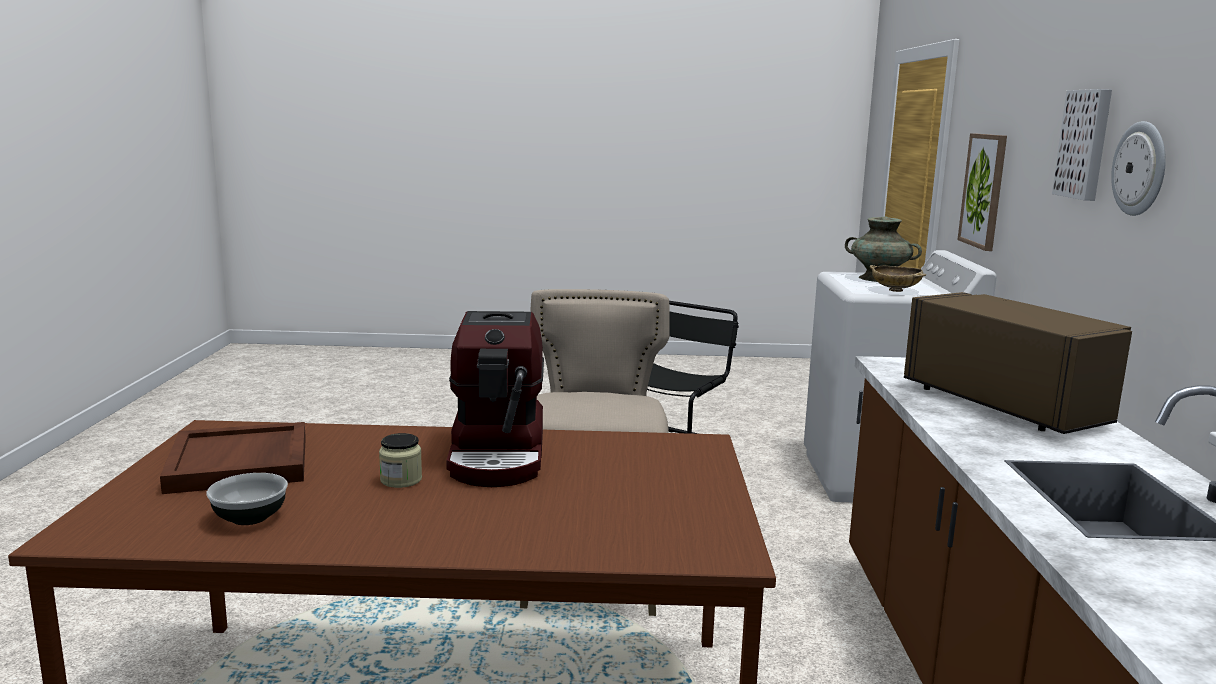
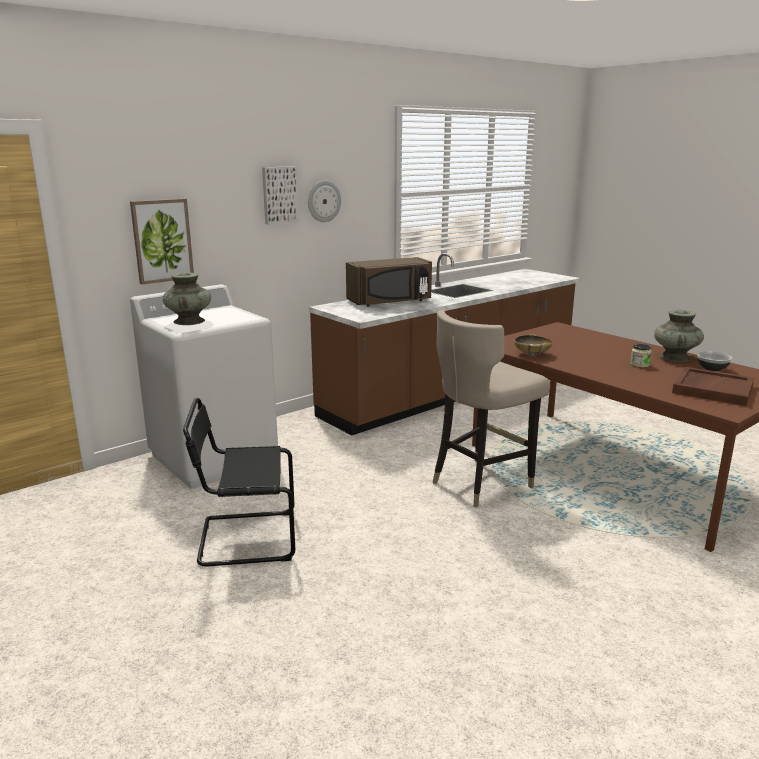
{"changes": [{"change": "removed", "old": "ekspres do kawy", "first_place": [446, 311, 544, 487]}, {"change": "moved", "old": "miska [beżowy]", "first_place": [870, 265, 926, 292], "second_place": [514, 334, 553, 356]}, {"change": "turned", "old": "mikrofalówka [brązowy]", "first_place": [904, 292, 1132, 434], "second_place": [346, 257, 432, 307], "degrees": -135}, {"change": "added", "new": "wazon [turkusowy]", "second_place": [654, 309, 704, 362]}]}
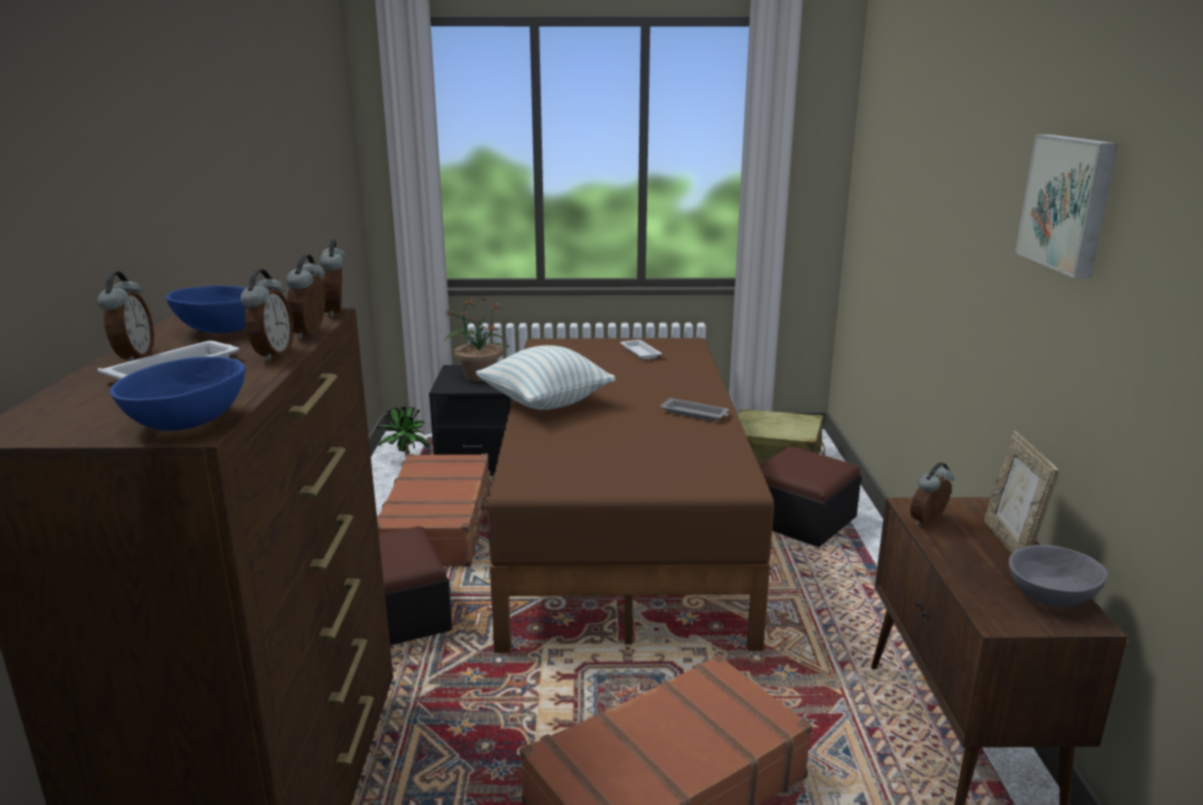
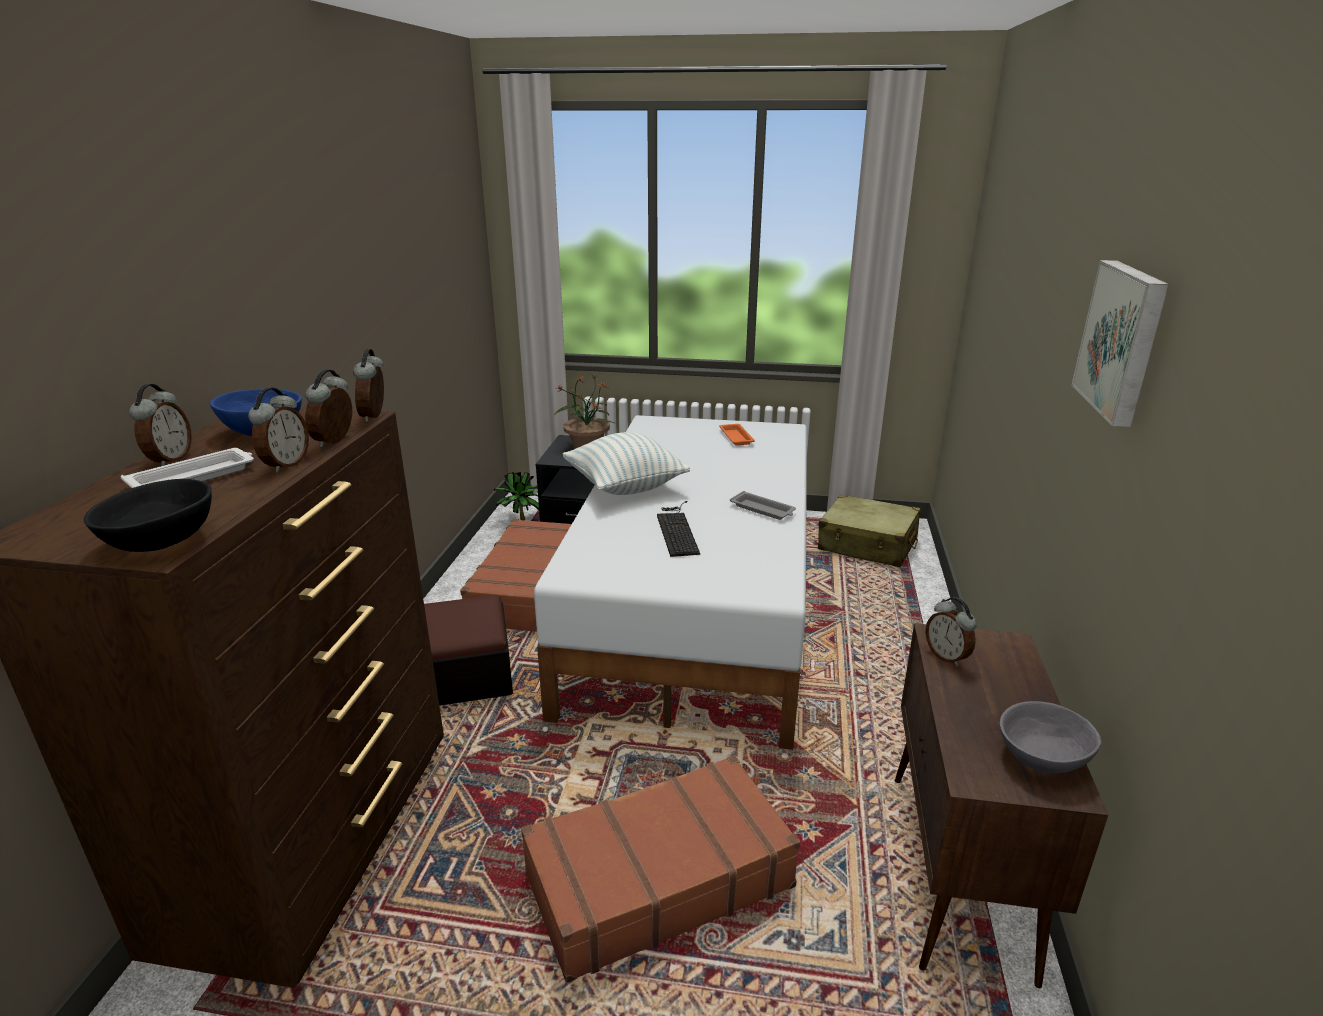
{"changes": [{"change": "recoloured", "old": "miska [niebieski]", "new": "miska [czarny]", "first_place": [110, 356, 245, 431], "second_place": [84, 479, 212, 552]}, {"change": "recoloured", "old": "łóżko [brązowy]", "new": "łóżko [biały]", "first_place": [487, 338, 774, 653], "second_place": [534, 415, 807, 750]}, {"change": "recoloured", "old": "taca [biały]", "new": "taca [pomarańczowy]", "first_place": [620, 340, 662, 360], "second_place": [719, 424, 755, 445]}, {"change": "removed", "old": "pufa", "first_place": [759, 446, 861, 547]}, {"change": "turned", "old": "budzik", "first_place": [910, 462, 954, 526], "second_place": [925, 597, 977, 666], "degrees": -90}, {"change": "removed", "old": "ramka na zdjęcie", "first_place": [984, 431, 1059, 554]}, {"change": "added", "new": "klawiatura", "second_place": [657, 501, 700, 557]}]}
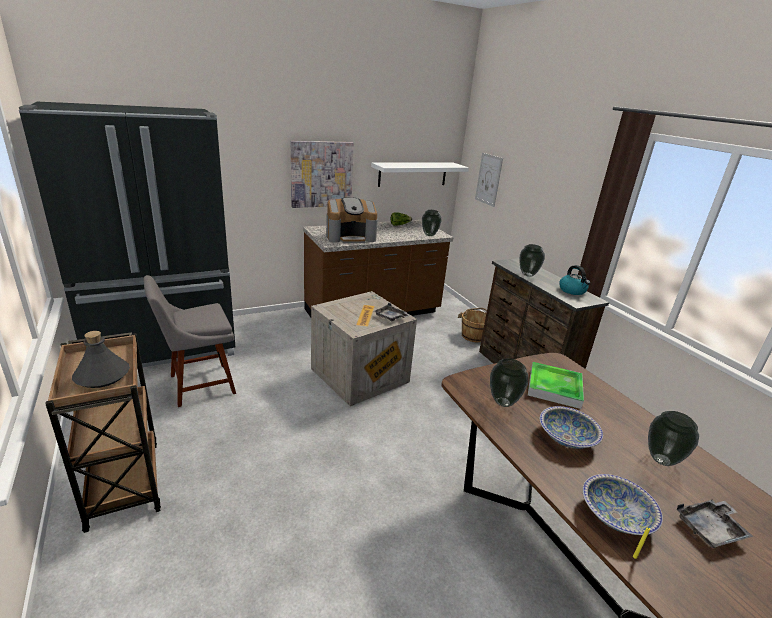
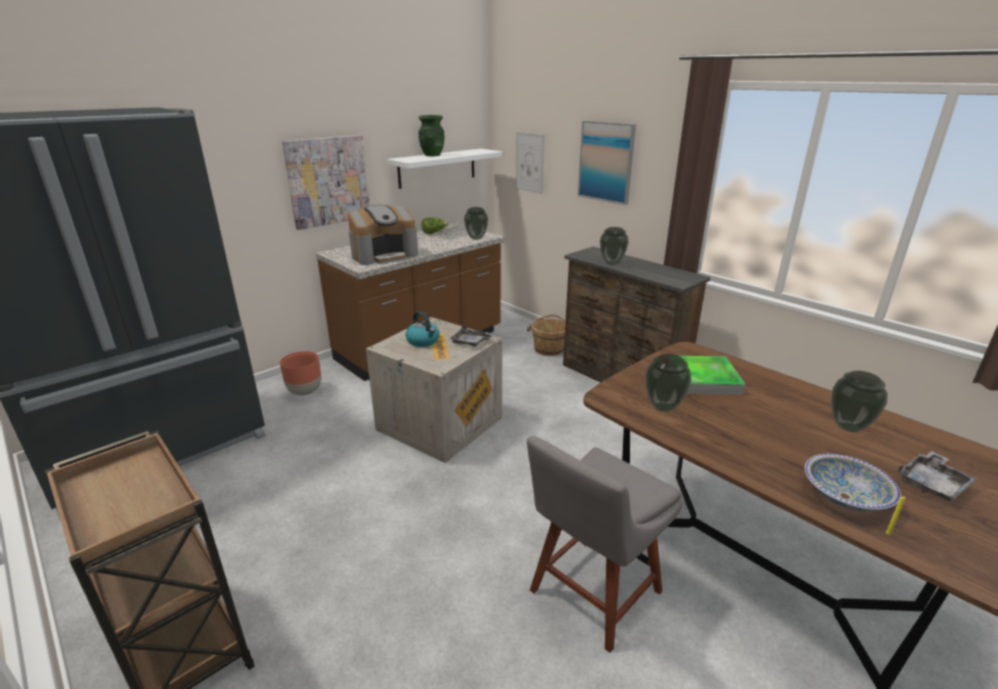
{"changes": [{"change": "removed", "old": "butelka [szary]", "first_place": [72, 331, 130, 388]}, {"change": "moved", "old": "krzesło [szary]", "first_place": [143, 275, 236, 407], "second_place": [527, 436, 682, 653]}, {"change": "removed", "old": "miska", "first_place": [540, 406, 603, 449]}, {"change": "moved", "old": "czajnik", "first_place": [559, 265, 590, 295], "second_place": [405, 311, 439, 347]}, {"change": "added", "new": "donica [brązowy]", "second_place": [280, 351, 321, 395]}, {"change": "added", "new": "wazon [zielony]", "second_place": [419, 115, 444, 156]}, {"change": "added", "new": "obraz", "second_place": [578, 121, 636, 205]}]}
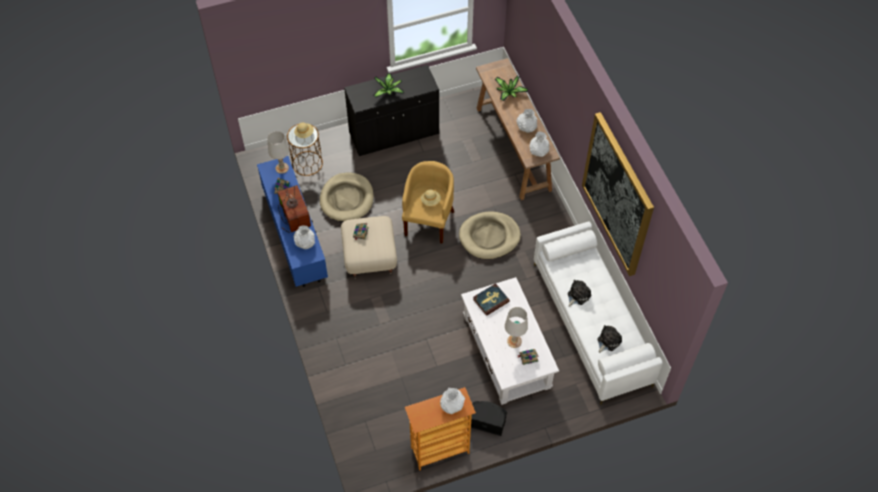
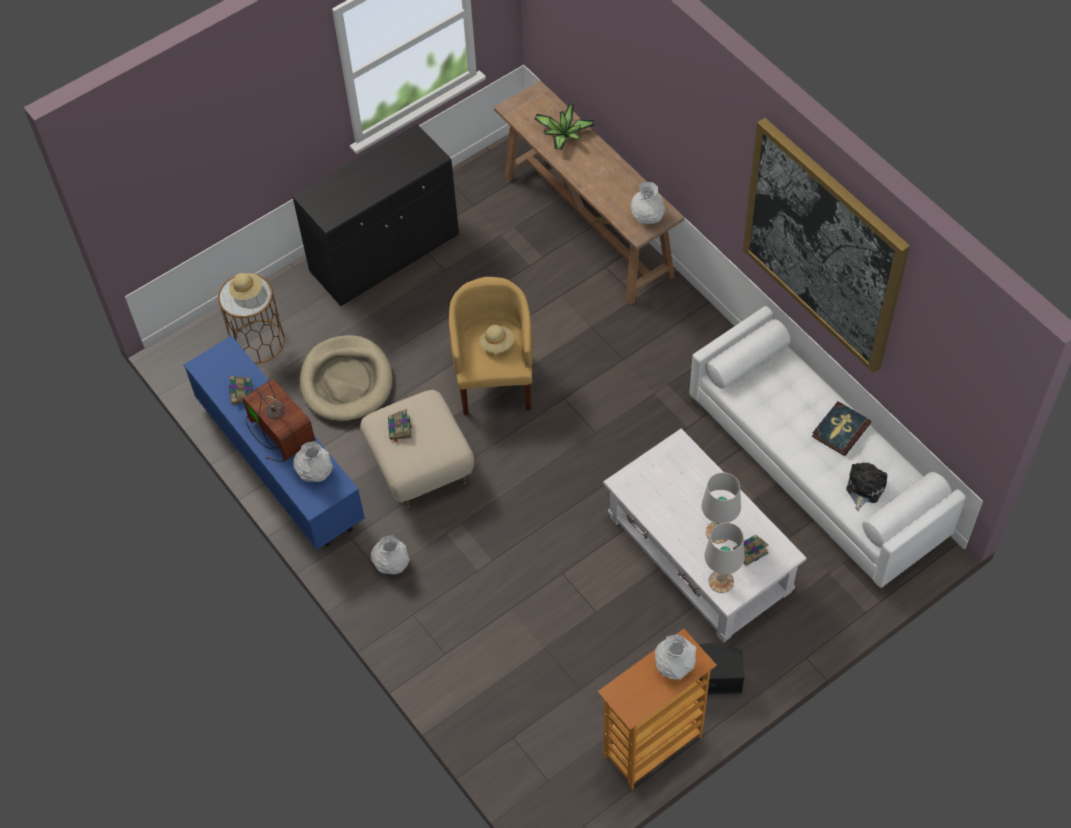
{"changes": [{"change": "moved", "old": "lampa stołowa [biały]", "first_place": [267, 131, 289, 174], "second_place": [704, 522, 745, 593]}, {"change": "removed", "old": "roślina doniczkowa", "first_place": [373, 73, 404, 98]}, {"change": "removed", "old": "legowisko [beżowy]", "first_place": [459, 211, 521, 259]}, {"change": "moved", "old": "książka", "first_place": [473, 283, 510, 316], "second_place": [812, 401, 871, 456]}, {"change": "moved", "old": "wazon [biały]", "first_place": [517, 109, 537, 133], "second_place": [371, 535, 410, 575]}, {"change": "removed", "old": "pluszak", "first_place": [568, 280, 591, 307]}]}
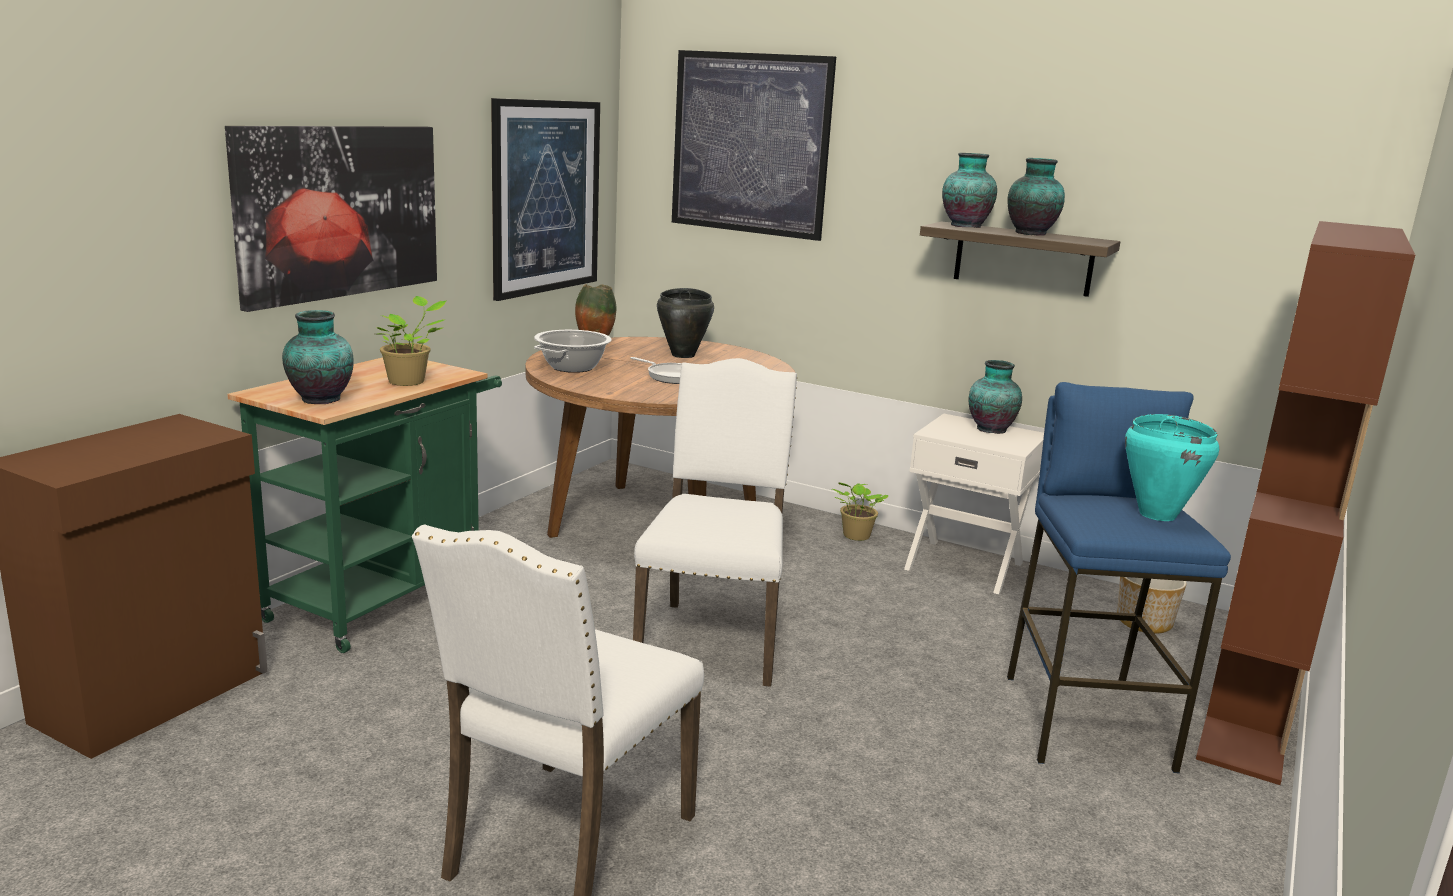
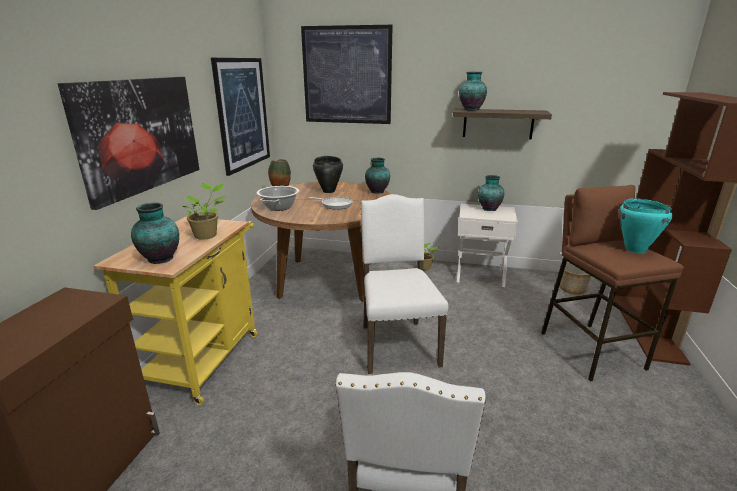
{"changes": [{"change": "recoloured", "old": "wózek [zielony]", "new": "wózek [żółty]", "first_place": [227, 357, 502, 653], "second_place": [94, 217, 258, 405]}, {"change": "recoloured", "old": "stołek [niebieski]", "new": "stołek [brązowy]", "first_place": [1007, 382, 1231, 773], "second_place": [541, 185, 684, 381]}, {"change": "moved", "old": "wazon", "first_place": [1008, 158, 1065, 236], "second_place": [365, 158, 390, 194]}]}
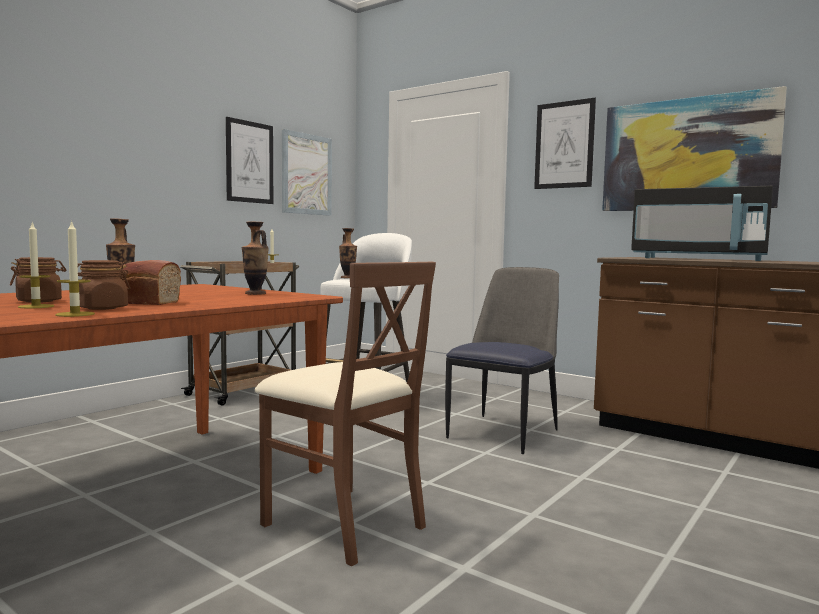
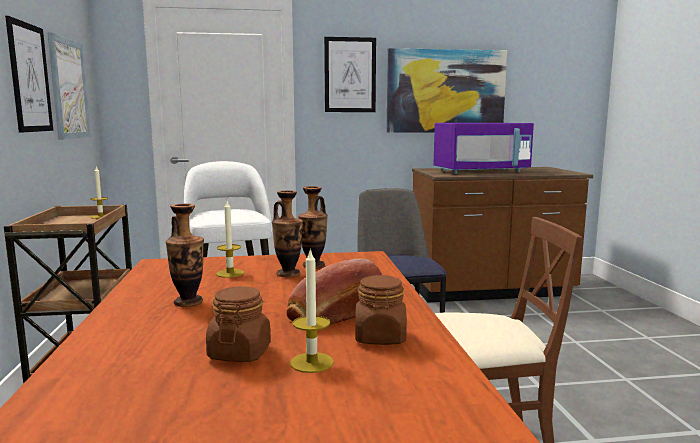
{"changes": [{"change": "moved", "old": "świeca", "first_place": [55, 220, 95, 317], "second_place": [216, 201, 244, 278]}, {"change": "moved", "old": "wazon", "first_place": [339, 228, 357, 278], "second_place": [272, 190, 303, 277]}, {"change": "recoloured", "old": "mikrofalówka [czarny]", "new": "mikrofalówka [fioletowy]", "first_place": [631, 186, 773, 261], "second_place": [433, 123, 534, 174]}]}
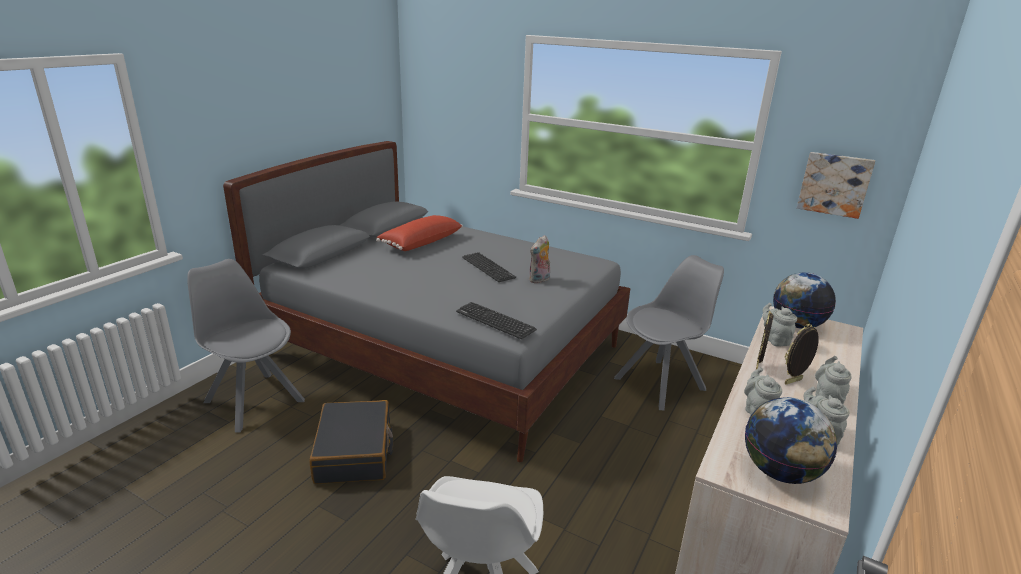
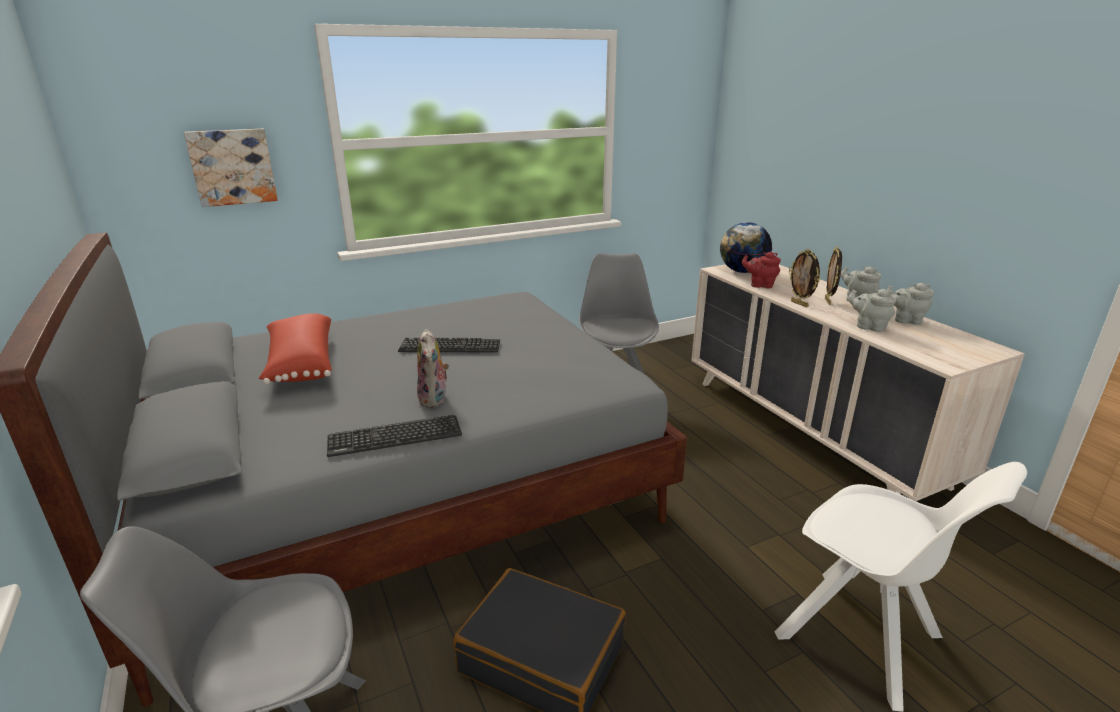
{"changes": [{"change": "moved", "old": "klawiatura", "first_place": [456, 302, 537, 339], "second_place": [327, 415, 462, 457]}, {"change": "moved", "old": "pluszak", "first_place": [529, 235, 550, 283], "second_place": [417, 329, 449, 408]}, {"change": "removed", "old": "globus", "first_place": [745, 397, 837, 484]}, {"change": "recoloured", "old": "imbryk [szary]", "new": "imbryk [czerwony]", "first_place": [763, 303, 797, 347], "second_place": [742, 252, 781, 288]}, {"change": "moved", "old": "obraz", "first_place": [797, 152, 875, 219], "second_place": [184, 129, 278, 207]}]}
